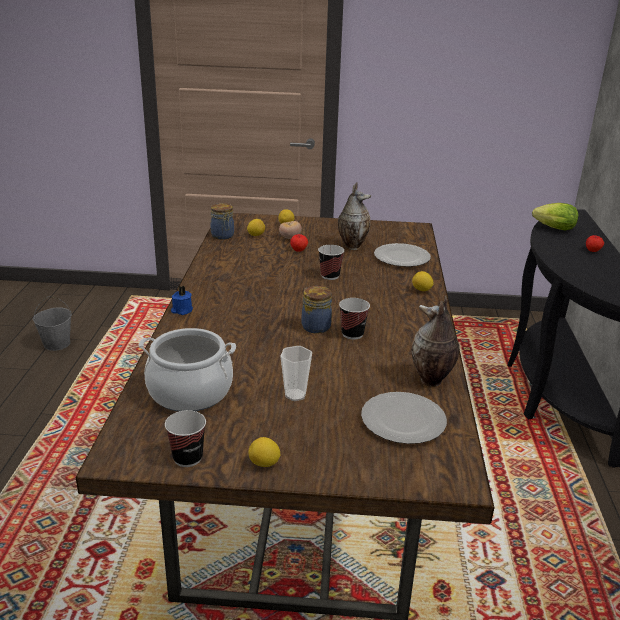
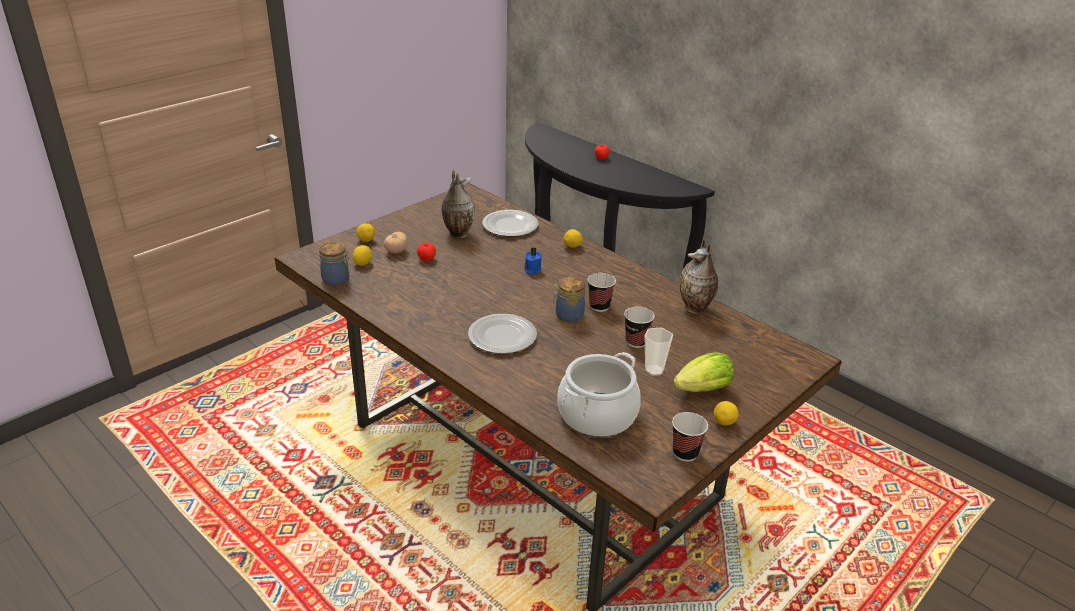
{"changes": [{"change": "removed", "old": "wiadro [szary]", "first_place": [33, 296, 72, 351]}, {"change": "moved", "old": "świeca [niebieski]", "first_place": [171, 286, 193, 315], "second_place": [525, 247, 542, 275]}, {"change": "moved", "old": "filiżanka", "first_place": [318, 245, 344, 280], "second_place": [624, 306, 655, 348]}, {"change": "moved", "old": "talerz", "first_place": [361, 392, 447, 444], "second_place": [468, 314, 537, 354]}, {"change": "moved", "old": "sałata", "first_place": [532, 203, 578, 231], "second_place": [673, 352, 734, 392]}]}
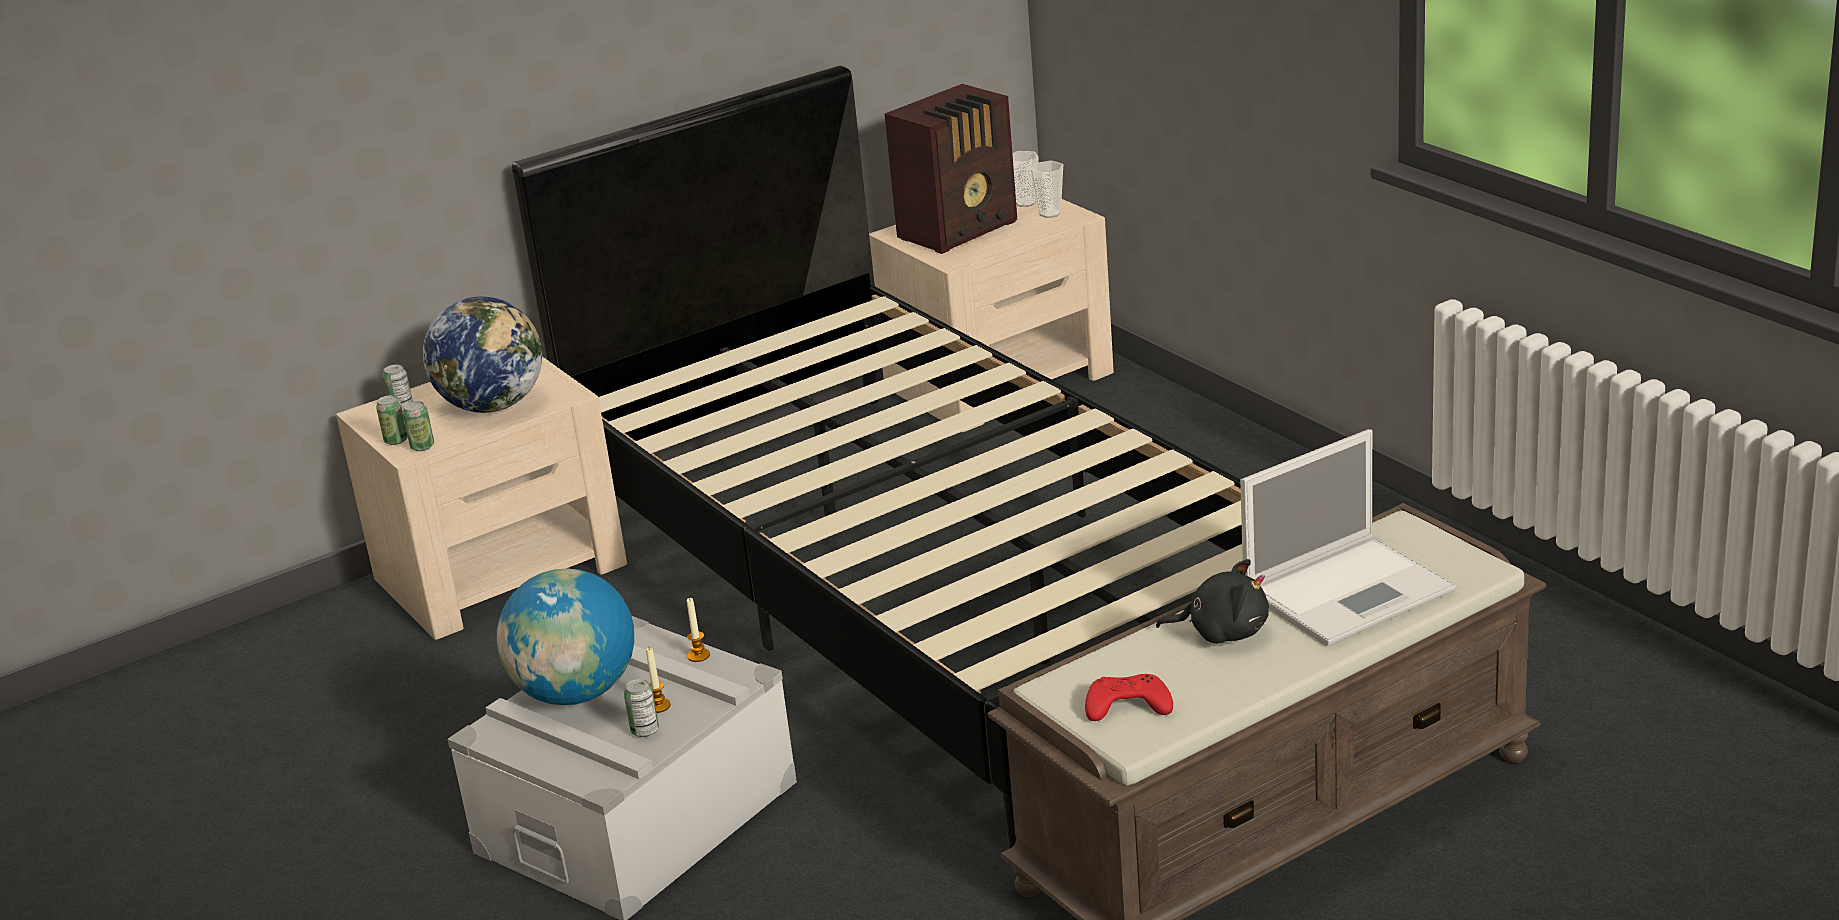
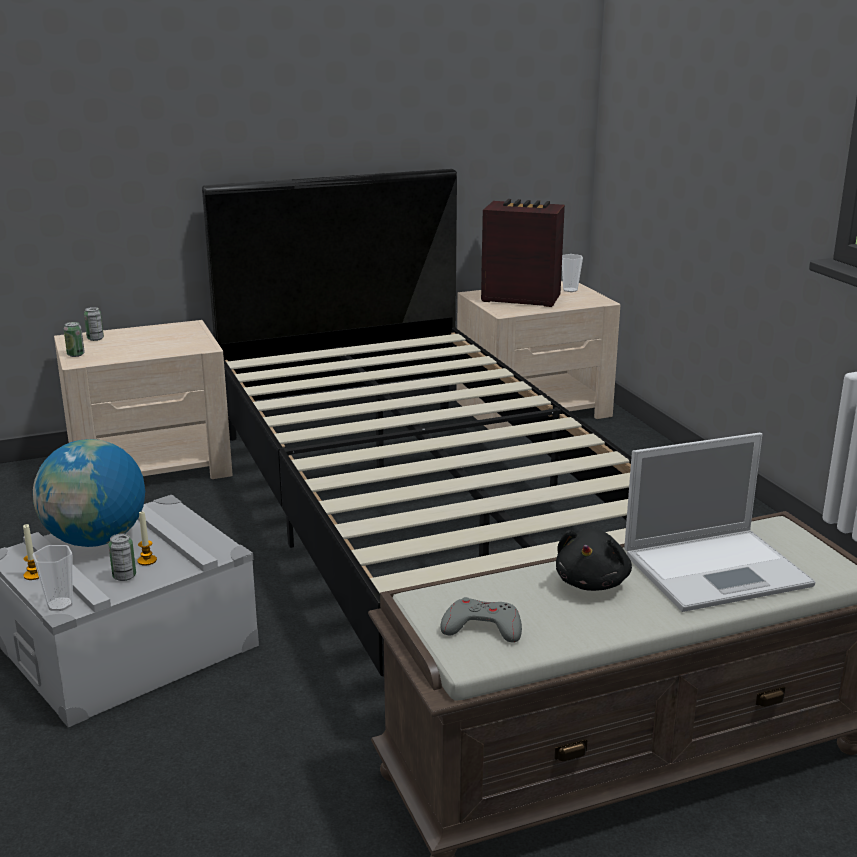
{"changes": [{"change": "removed", "old": "puszka", "first_place": [403, 401, 434, 451]}, {"change": "removed", "old": "globus", "first_place": [423, 296, 542, 413]}, {"change": "moved", "old": "świeca", "first_place": [687, 598, 710, 662], "second_place": [23, 524, 39, 580]}, {"change": "turned", "old": "radio", "first_place": [885, 84, 1017, 254], "second_place": [481, 199, 565, 307], "degrees": -135}, {"change": "moved", "old": "filiżanka", "first_place": [1031, 161, 1063, 218], "second_place": [32, 545, 73, 611]}, {"change": "recoloured", "old": "pad do gier [czerwony]", "new": "pad do gier [szary]", "first_place": [1085, 674, 1173, 721], "second_place": [440, 597, 522, 642]}, {"change": "turned", "old": "pluszak [czarny]", "first_place": [1156, 559, 1269, 644], "second_place": [556, 529, 632, 591], "degrees": 90}]}
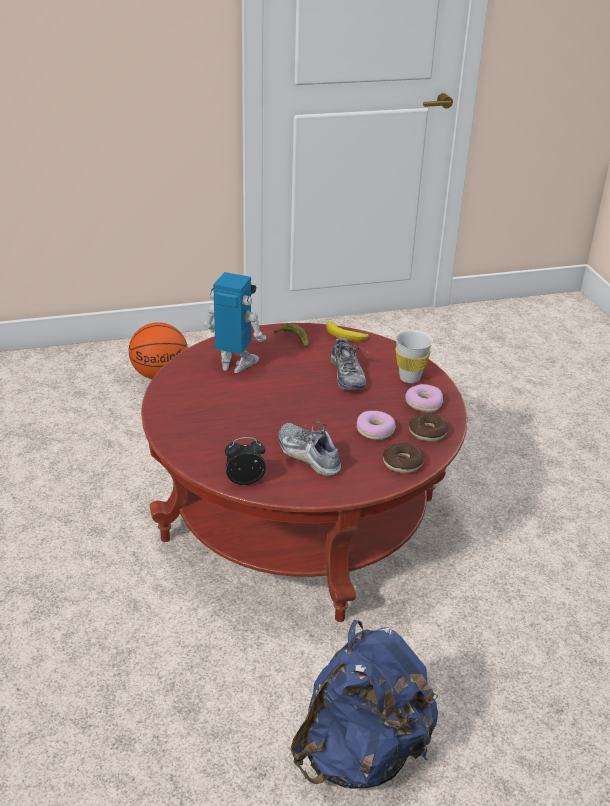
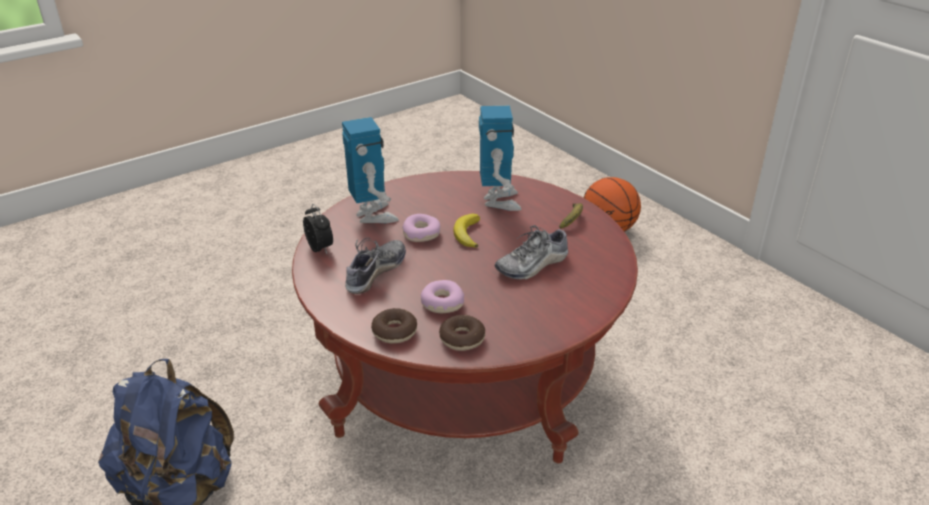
{"changes": [{"change": "moved", "old": "banan", "first_place": [326, 322, 369, 341], "second_place": [453, 214, 480, 248]}, {"change": "removed", "old": "filiżanka [biały]", "first_place": [395, 330, 433, 383]}, {"change": "moved", "old": "donut", "first_place": [405, 384, 443, 412], "second_place": [402, 214, 441, 242]}, {"change": "added", "new": "robot zabawkowy", "second_place": [342, 117, 399, 223]}]}
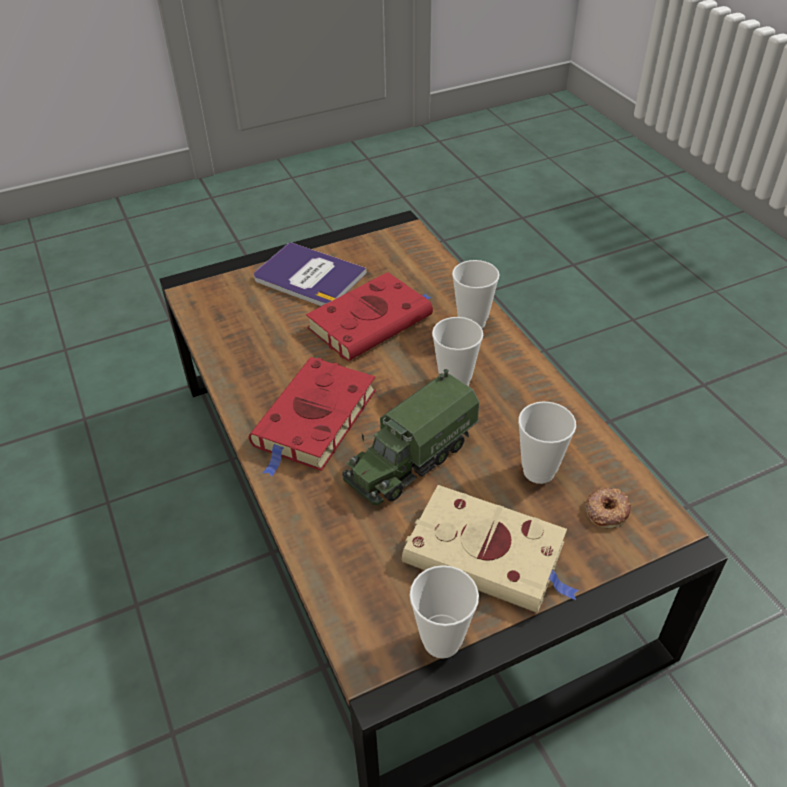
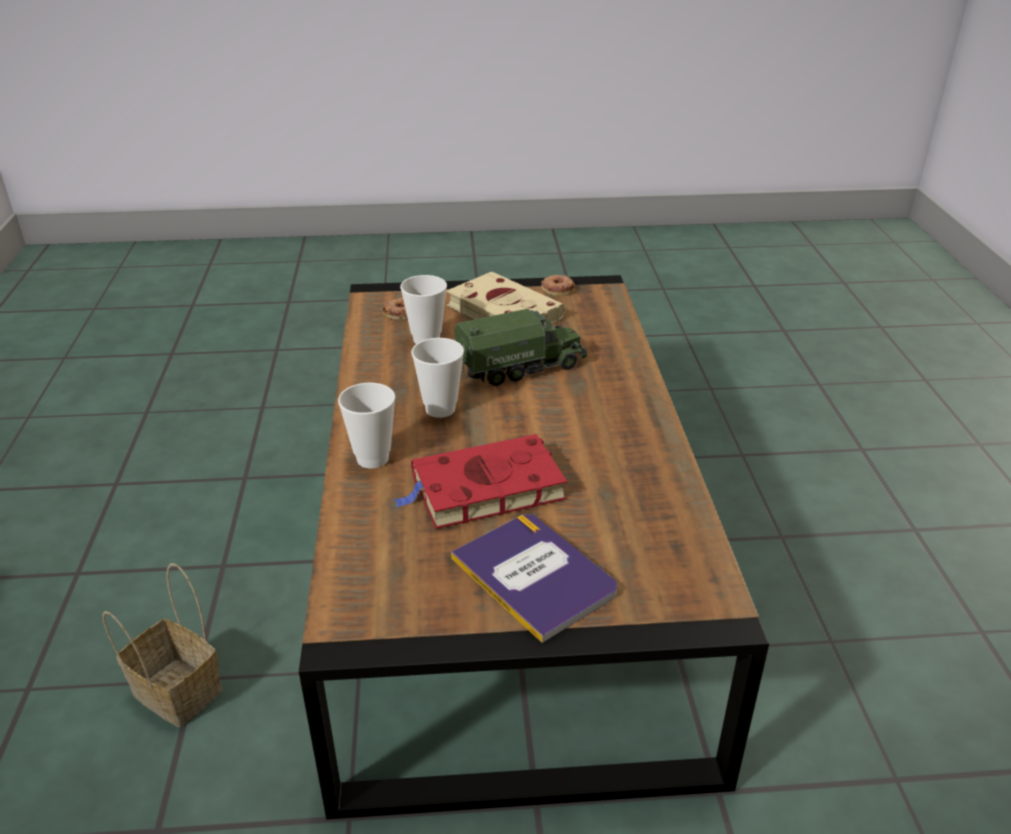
{"changes": [{"change": "removed", "old": "książka [czerwony]", "first_place": [249, 357, 376, 477]}, {"change": "replaced", "old": "filiżanka", "new": "donut", "first_place": [410, 565, 479, 659], "second_place": [541, 275, 575, 296]}, {"change": "added", "new": "koszyk", "second_place": [102, 563, 222, 727]}]}
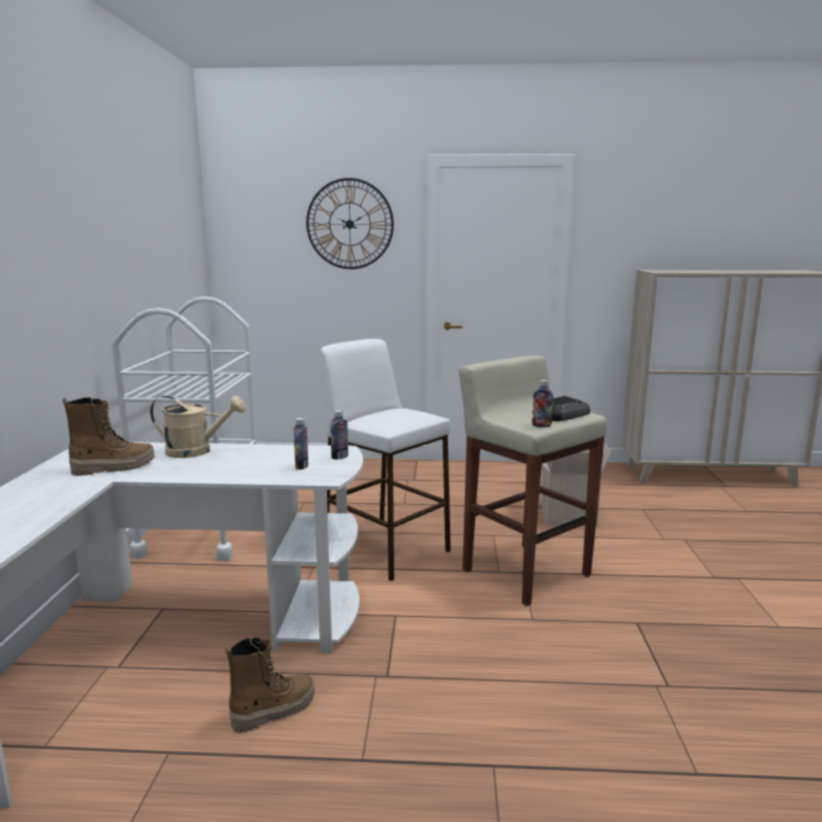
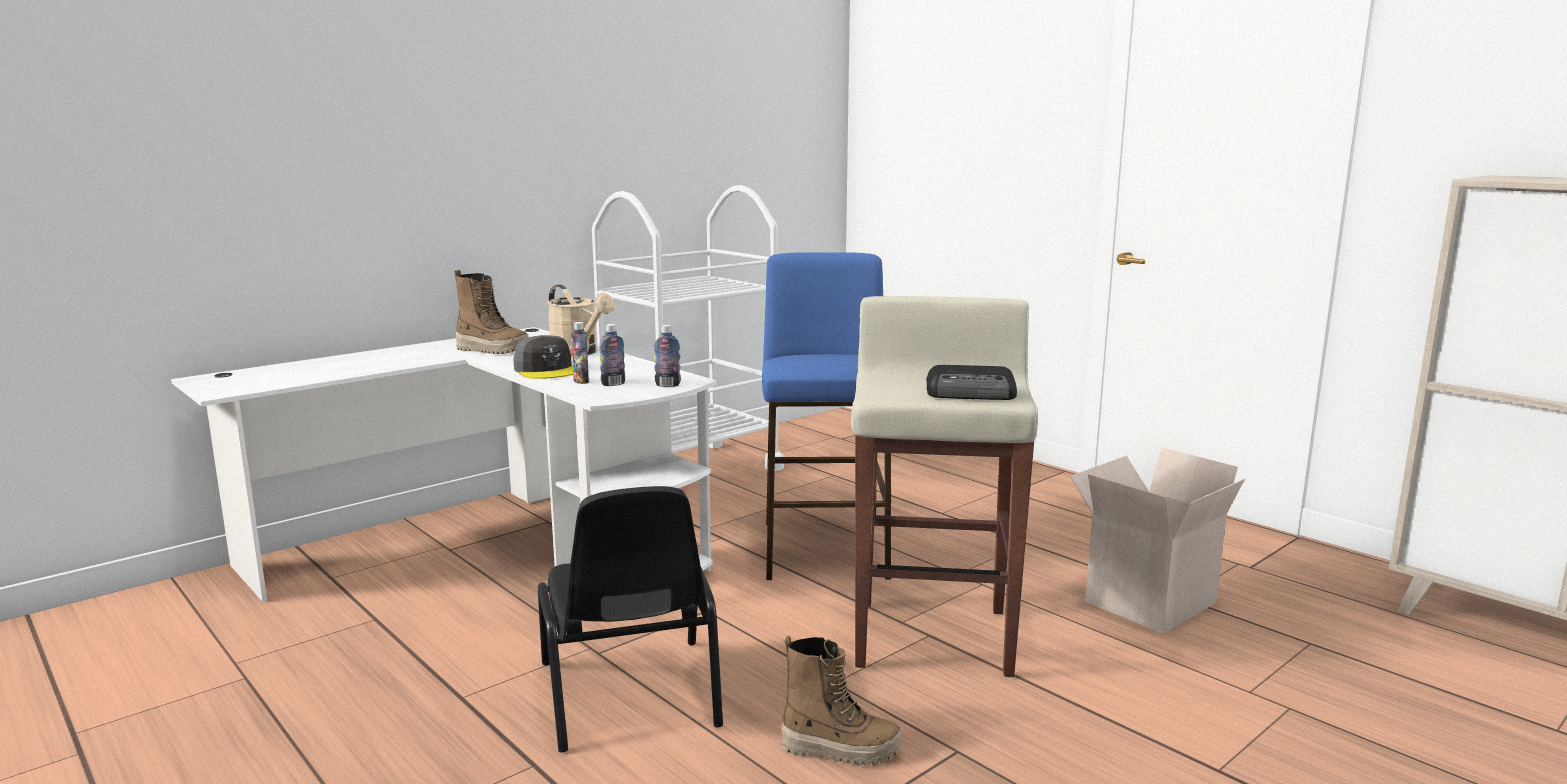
{"changes": [{"change": "moved", "old": "but z cholewką", "first_place": [225, 637, 314, 733], "second_place": [781, 635, 902, 765]}, {"change": "removed", "old": "zegar ścienny", "first_place": [306, 178, 394, 269]}, {"change": "recoloured", "old": "stołek [biały]", "new": "stołek [niebieski]", "first_place": [321, 339, 451, 581], "second_place": [762, 252, 891, 580]}, {"change": "moved", "old": "butelka", "first_place": [532, 380, 554, 428], "second_place": [571, 322, 589, 384]}, {"change": "added", "new": "czapka z daszkiem [szary]", "second_place": [513, 335, 573, 379]}, {"change": "added", "new": "krzesło [czarny]", "second_place": [538, 486, 723, 752]}]}
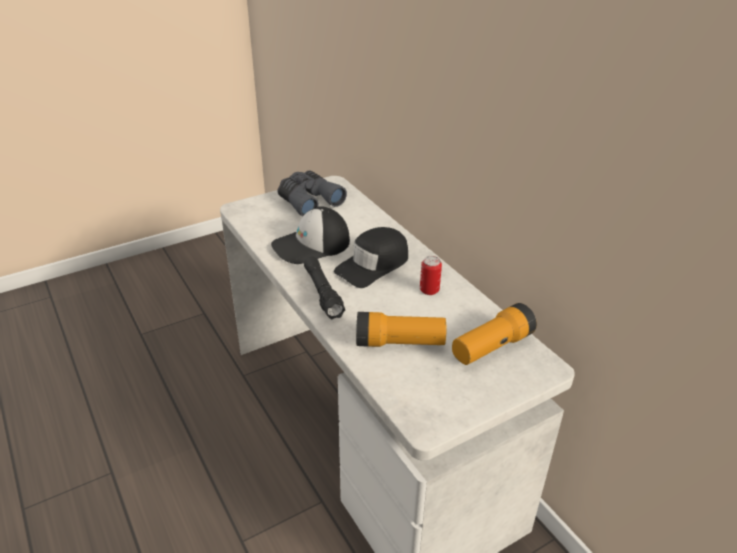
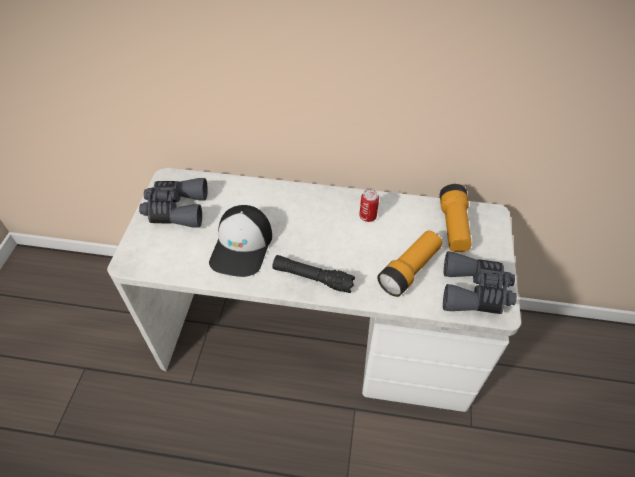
{"changes": [{"change": "removed", "old": "czapka z daszkiem [czarny]", "first_place": [334, 227, 408, 288]}, {"change": "added", "new": "lornetka [szary]", "second_place": [443, 251, 517, 314]}]}
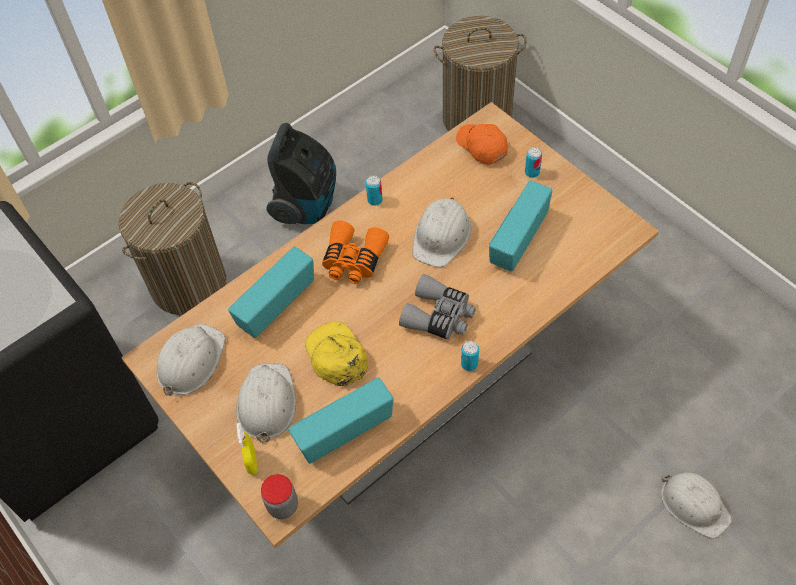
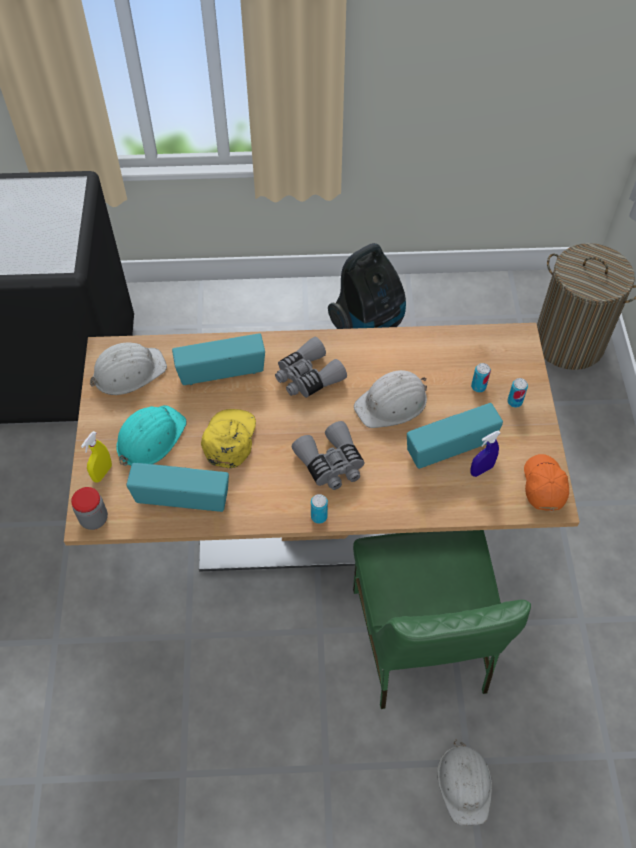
{"changes": [{"change": "removed", "old": "kosz na pranie", "first_place": [119, 182, 226, 315]}, {"change": "recoloured", "old": "kask [biały]", "new": "kask [turkusowy]", "first_place": [236, 364, 296, 443], "second_place": [117, 405, 187, 466]}, {"change": "recoloured", "old": "lornetka [pomarańczowy]", "new": "lornetka [szary]", "first_place": [322, 221, 389, 284], "second_place": [275, 337, 347, 398]}, {"change": "moved", "old": "puszka", "first_place": [366, 175, 383, 206], "second_place": [471, 363, 491, 392]}, {"change": "moved", "old": "czapka z daszkiem [pomarańczowy]", "first_place": [456, 124, 508, 165], "second_place": [524, 454, 569, 511]}, {"change": "added", "new": "krzesło [zielony]", "second_place": [353, 530, 531, 709]}, {"change": "added", "new": "spryskiwacz [niebieski]", "second_place": [470, 431, 500, 477]}]}
